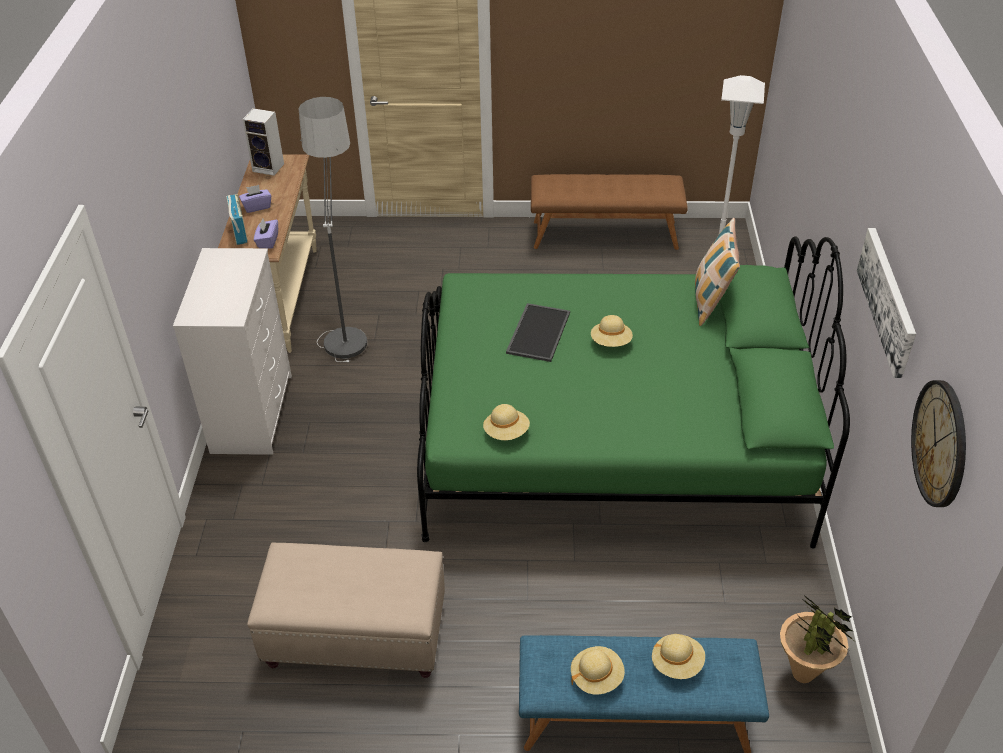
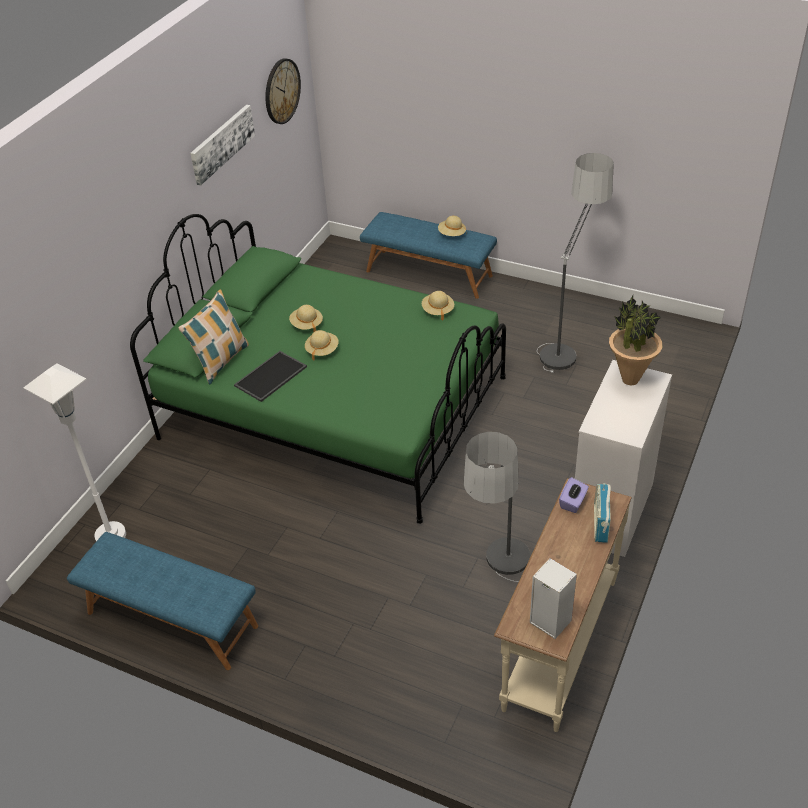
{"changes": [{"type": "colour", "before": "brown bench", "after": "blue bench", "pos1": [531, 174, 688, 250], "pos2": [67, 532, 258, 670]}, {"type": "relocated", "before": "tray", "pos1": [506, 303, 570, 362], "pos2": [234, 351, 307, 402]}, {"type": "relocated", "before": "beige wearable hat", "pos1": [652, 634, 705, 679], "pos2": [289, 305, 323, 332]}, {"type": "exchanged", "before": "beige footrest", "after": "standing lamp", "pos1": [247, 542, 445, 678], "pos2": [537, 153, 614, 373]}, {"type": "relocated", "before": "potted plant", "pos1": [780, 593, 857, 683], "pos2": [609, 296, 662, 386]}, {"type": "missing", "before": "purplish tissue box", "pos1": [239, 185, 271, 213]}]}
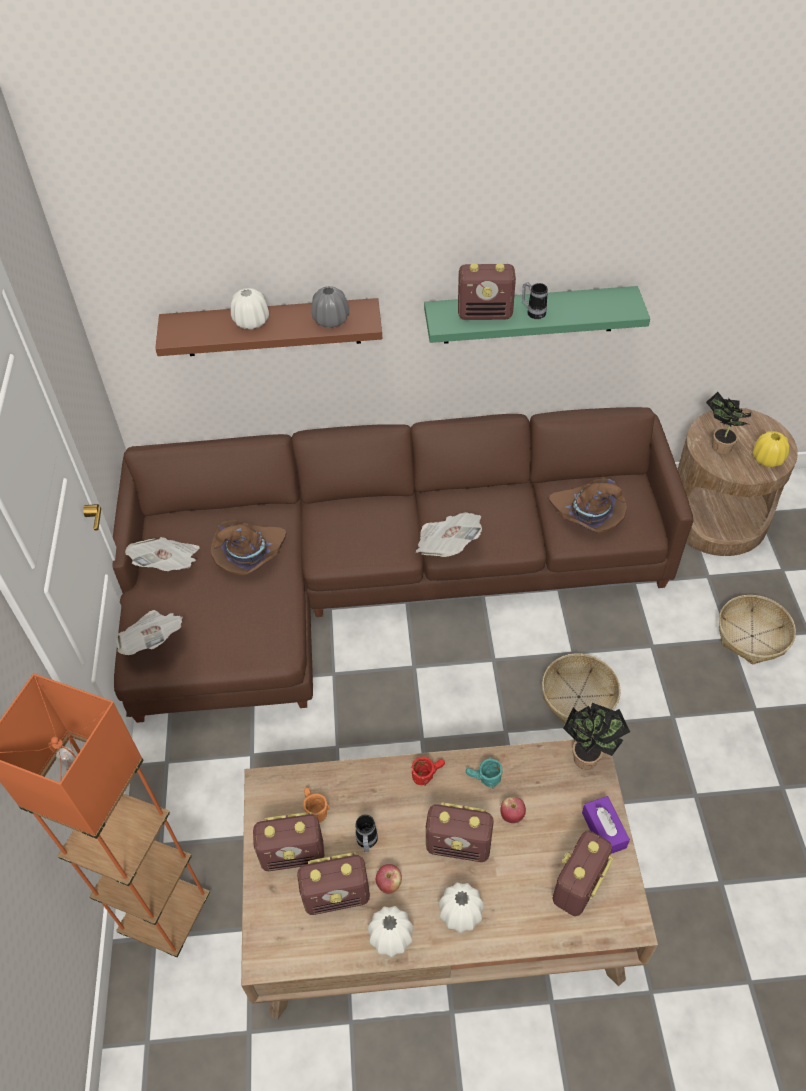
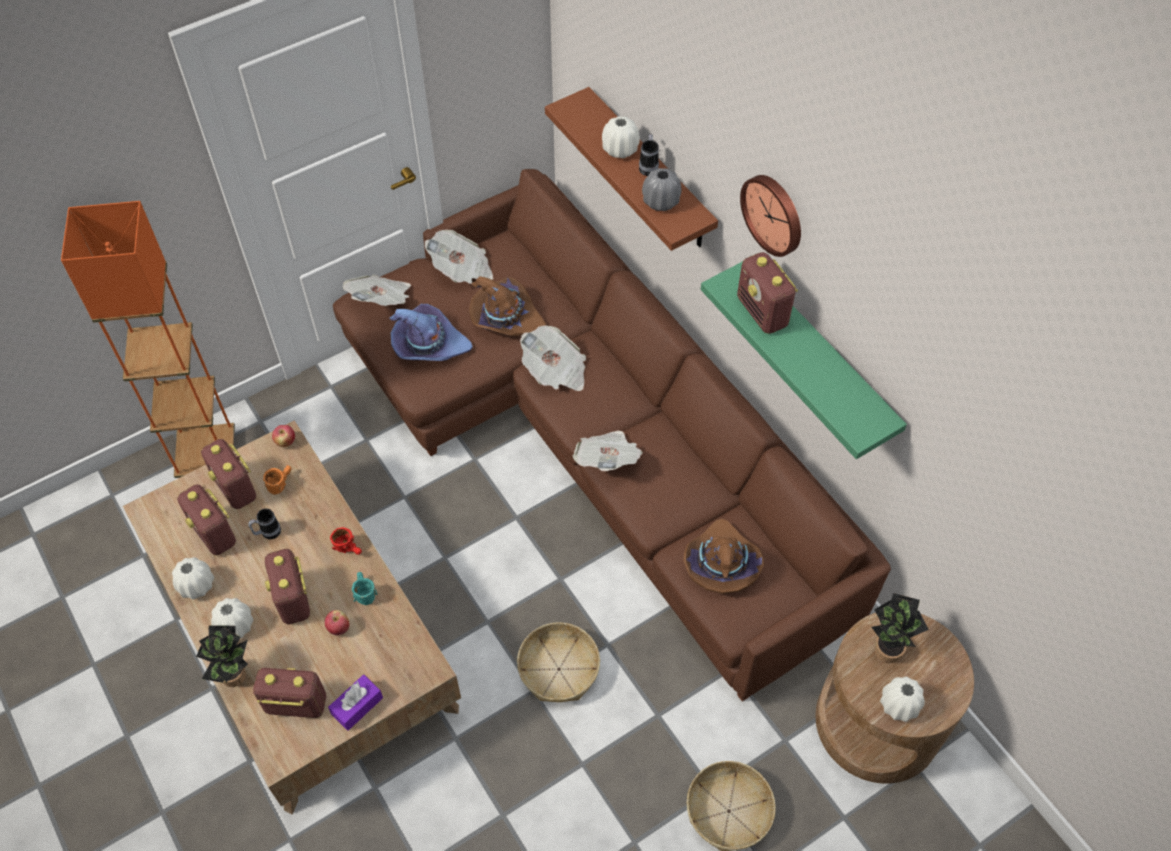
{"changes": [{"type": "relocated", "before": "potted plant", "pos1": [563, 703, 630, 770], "pos2": [196, 625, 248, 687]}, {"type": "relocated", "before": "apple fruit", "pos1": [376, 864, 402, 894], "pos2": [272, 425, 295, 447]}, {"type": "appeared", "after": "purplish wearable hat", "pos2": [389, 304, 473, 361]}, {"type": "appeared", "after": "printed paper", "pos2": [520, 326, 586, 391]}, {"type": "relocated", "before": "coffee mug", "pos1": [522, 282, 548, 319], "pos2": [639, 134, 659, 176]}, {"type": "appeared", "after": "clock on the wall", "pos2": [740, 175, 801, 257]}, {"type": "colour", "before": "yellow vase", "after": "whitish vase", "pos1": [753, 431, 789, 467], "pos2": [880, 676, 925, 722]}]}
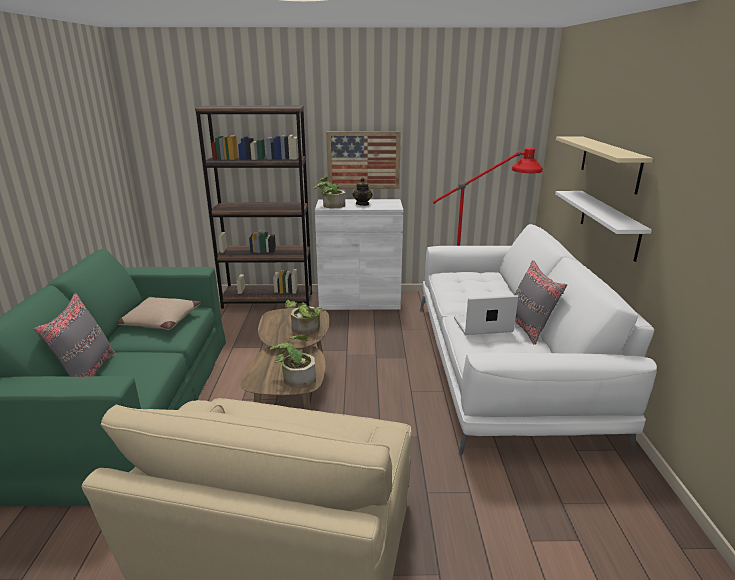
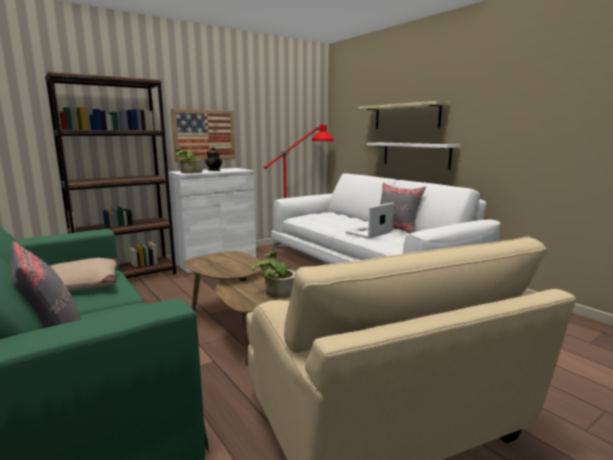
{"changes": [{"type": "missing", "before": "potted plant", "pos1": [285, 300, 325, 335]}]}
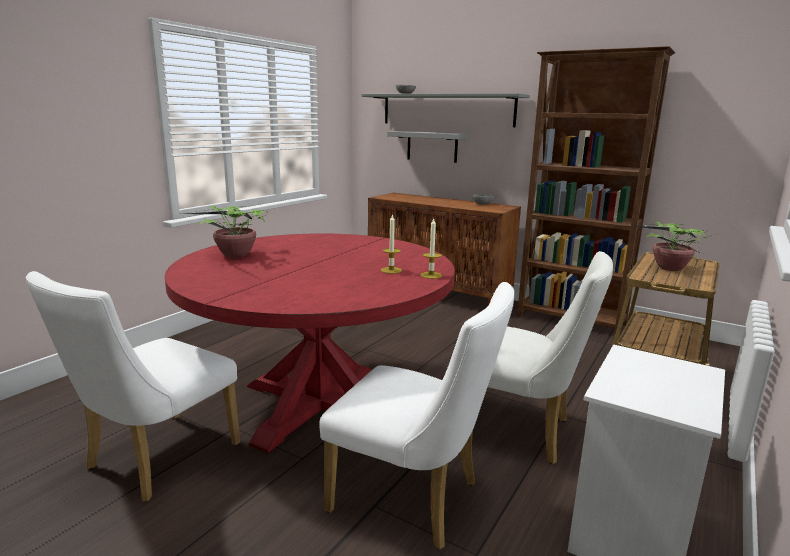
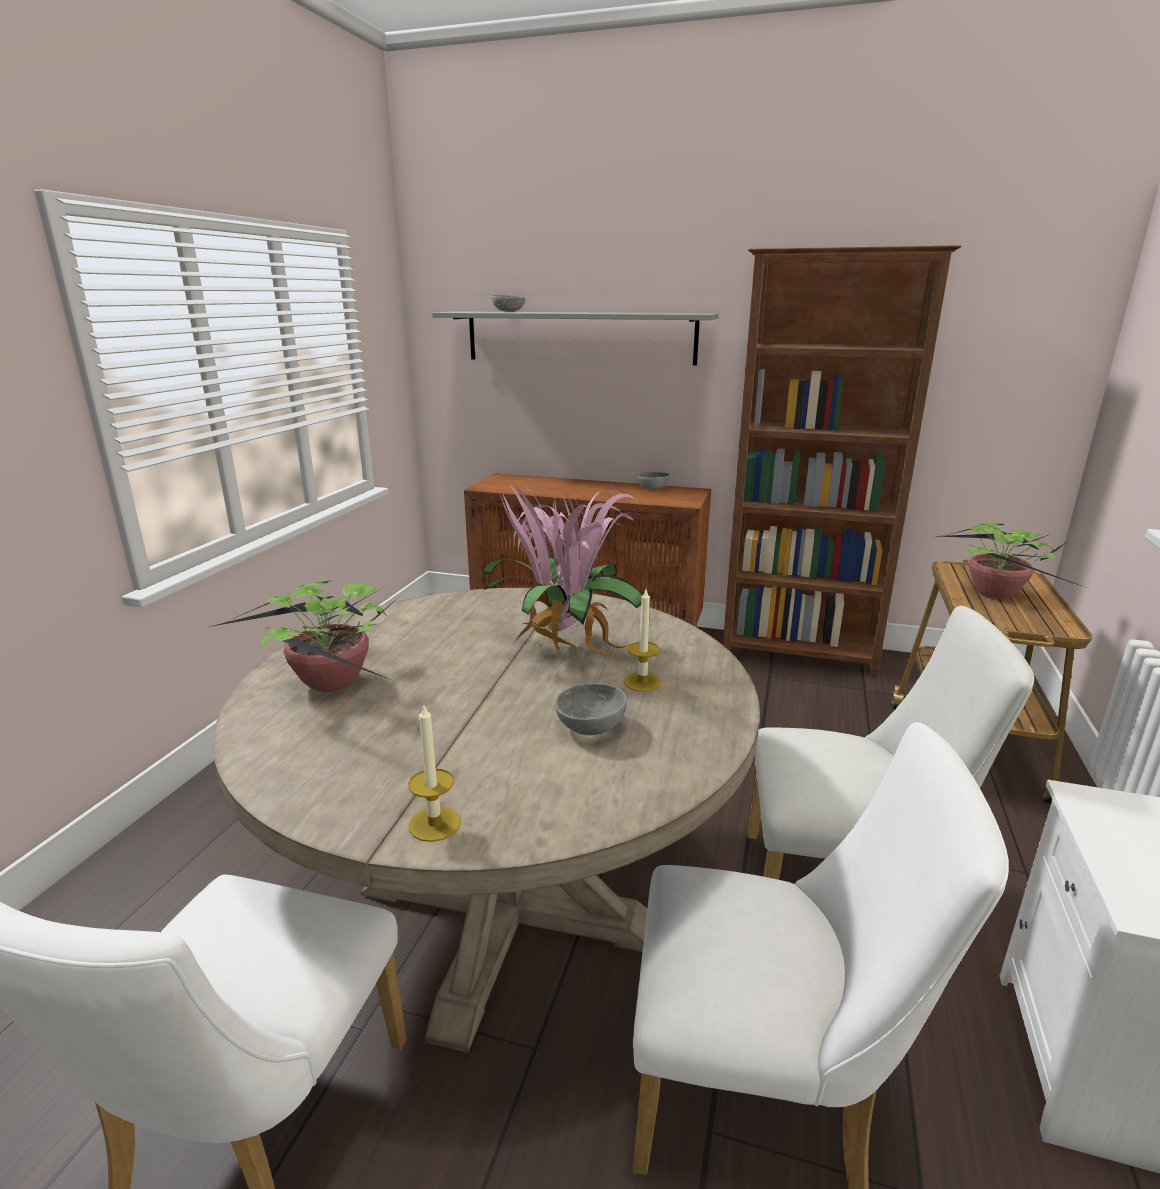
{"changes": [{"type": "colour", "before": "reddish kitchen table", "after": "beige kitchen table", "pos1": [165, 233, 455, 453], "pos2": [213, 588, 760, 1053]}, {"type": "relocated", "before": "wax candle", "pos1": [421, 219, 442, 279], "pos2": [408, 705, 461, 842]}, {"type": "appeared", "after": "potted plant", "pos2": [483, 485, 642, 662]}, {"type": "appeared", "after": "greyish serving bowl", "pos2": [555, 683, 627, 735]}, {"type": "missing", "before": "greyish wall shelf", "pos1": [387, 131, 468, 163]}]}
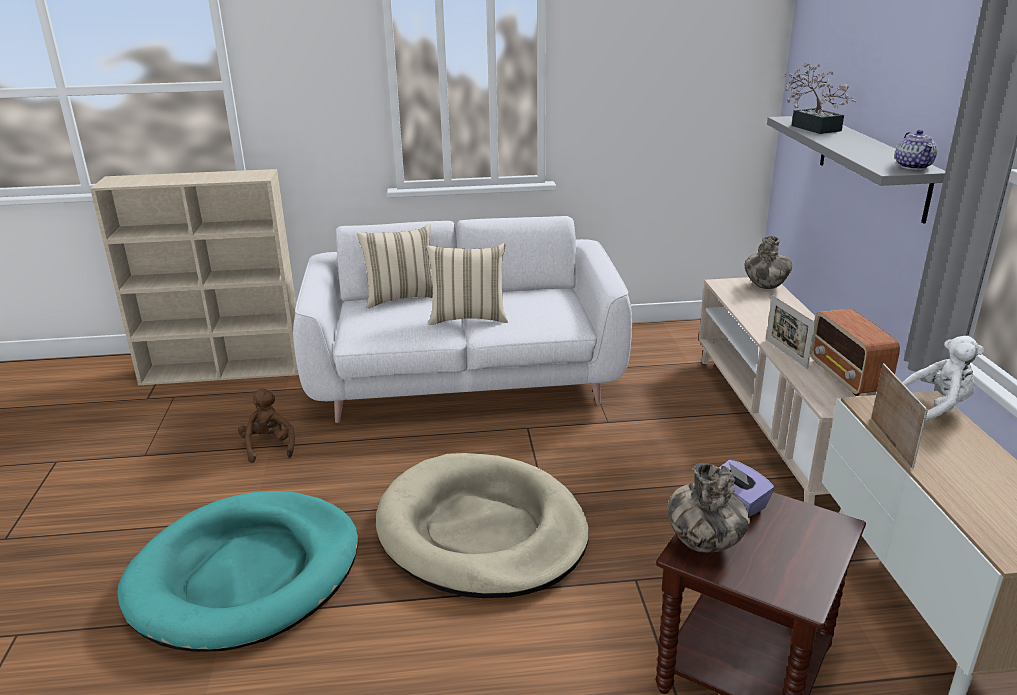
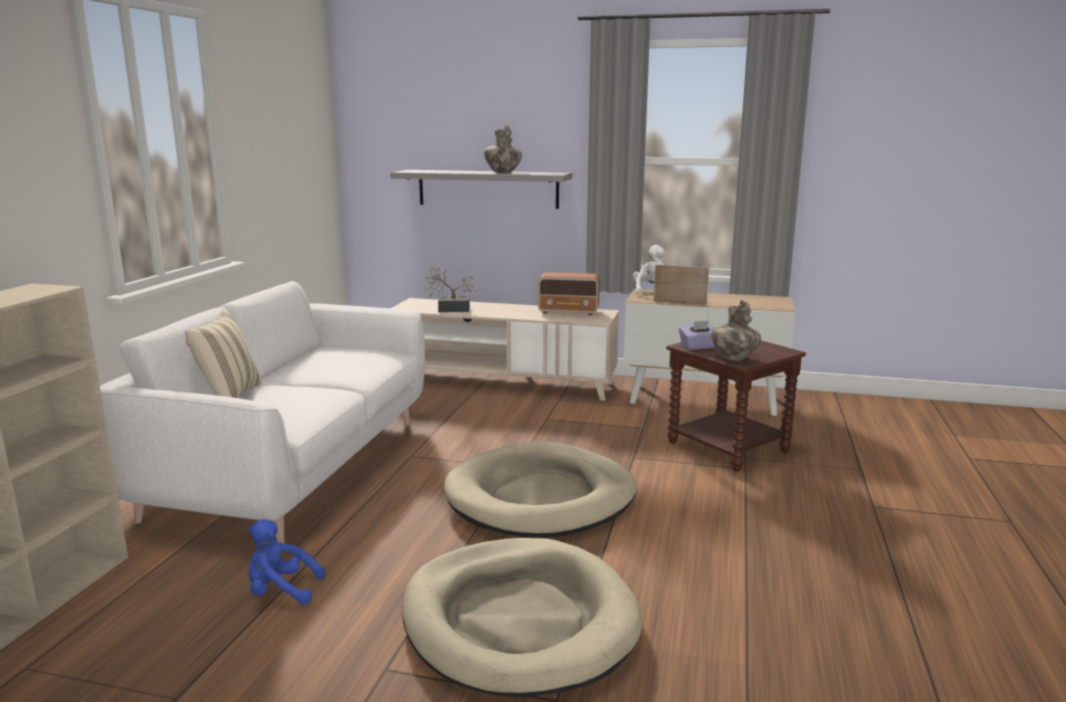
{"changes": [{"type": "colour", "before": "brown cuddly toy", "after": "blue cuddly toy", "pos1": [238, 389, 295, 463], "pos2": [248, 519, 325, 605]}, {"type": "colour", "before": "turquoise-coloured dog bed", "after": "beige dog bed", "pos1": [117, 491, 358, 652], "pos2": [402, 538, 643, 698]}, {"type": "relocated", "before": "potted plant", "pos1": [784, 63, 856, 134], "pos2": [424, 266, 478, 312]}, {"type": "relocated", "before": "vase", "pos1": [744, 236, 792, 289], "pos2": [484, 125, 522, 173]}, {"type": "missing", "before": "beige throw pillow", "pos1": [426, 243, 508, 325]}, {"type": "missing", "before": "picture frame", "pos1": [766, 295, 816, 369]}, {"type": "missing", "before": "pot for tea", "pos1": [895, 130, 937, 170]}]}
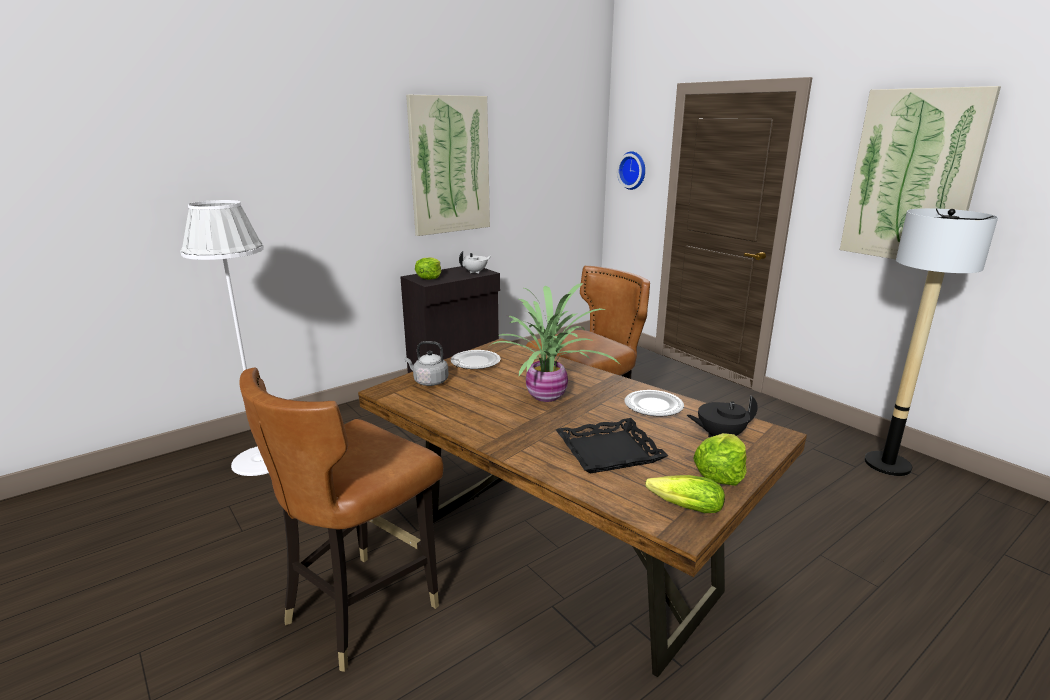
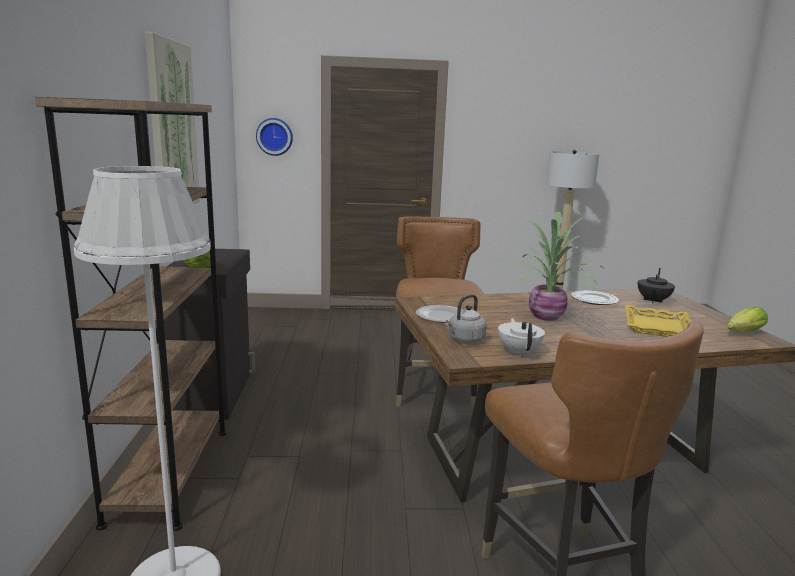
{"changes": [{"type": "appeared", "after": "brown bookcase", "pos2": [35, 97, 227, 531]}, {"type": "relocated", "before": "whitish pot for tea", "pos1": [459, 251, 491, 274], "pos2": [498, 318, 545, 357]}, {"type": "colour", "before": "black-coloured tray", "after": "yellow tray", "pos1": [555, 418, 668, 474], "pos2": [625, 305, 692, 337]}, {"type": "missing", "before": "head of lettuce", "pos1": [693, 433, 747, 486]}, {"type": "missing", "before": "wall art", "pos1": [840, 86, 1001, 259]}]}
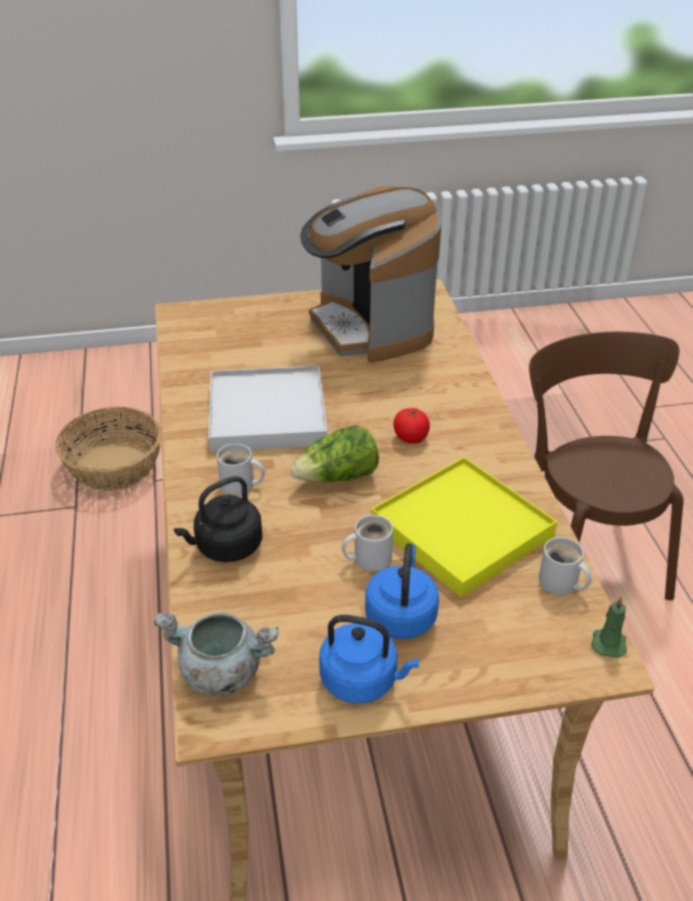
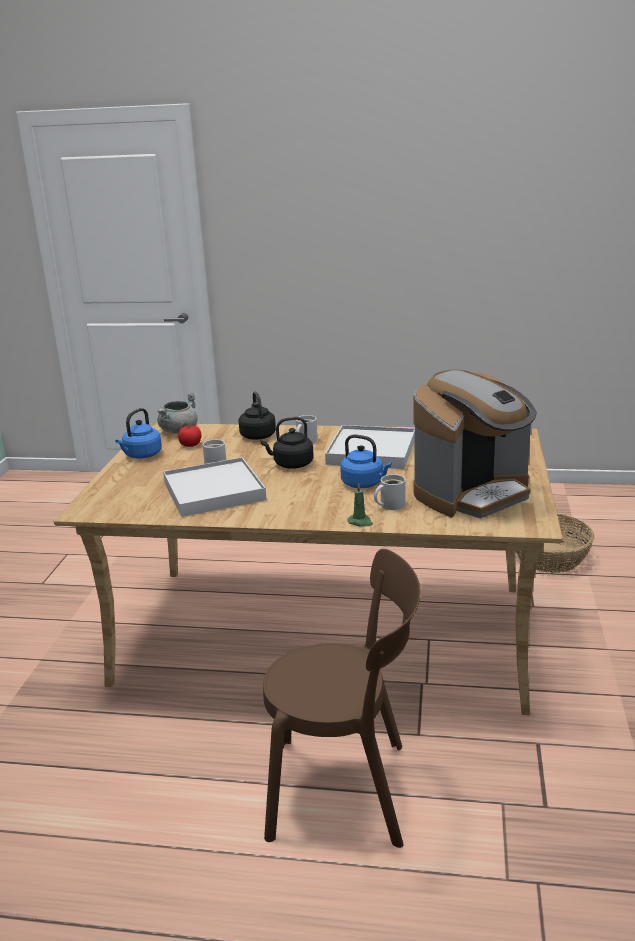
{"changes": [{"type": "colour", "before": "yellow tray", "after": "whitish tray", "pos1": [371, 457, 557, 597], "pos2": [163, 457, 267, 517]}, {"type": "relocated", "before": "fresh tomato", "pos1": [393, 408, 430, 444], "pos2": [178, 425, 201, 447]}, {"type": "exchanged", "before": "head of lettuce", "after": "black-coloured tea kettle", "pos1": [290, 425, 379, 482], "pos2": [261, 417, 314, 469]}, {"type": "relocated", "before": "blue tea kettle", "pos1": [365, 543, 439, 639], "pos2": [340, 434, 392, 488]}, {"type": "relocated", "before": "green wax candle", "pos1": [591, 597, 627, 658], "pos2": [347, 483, 373, 526]}, {"type": "relocated", "before": "whitish coffee mug", "pos1": [539, 537, 592, 595], "pos2": [374, 474, 406, 510]}, {"type": "spun", "before": "coffee machine", "pos1": [300, 186, 441, 363], "pos2": [413, 369, 537, 518], "turn": 150}]}
